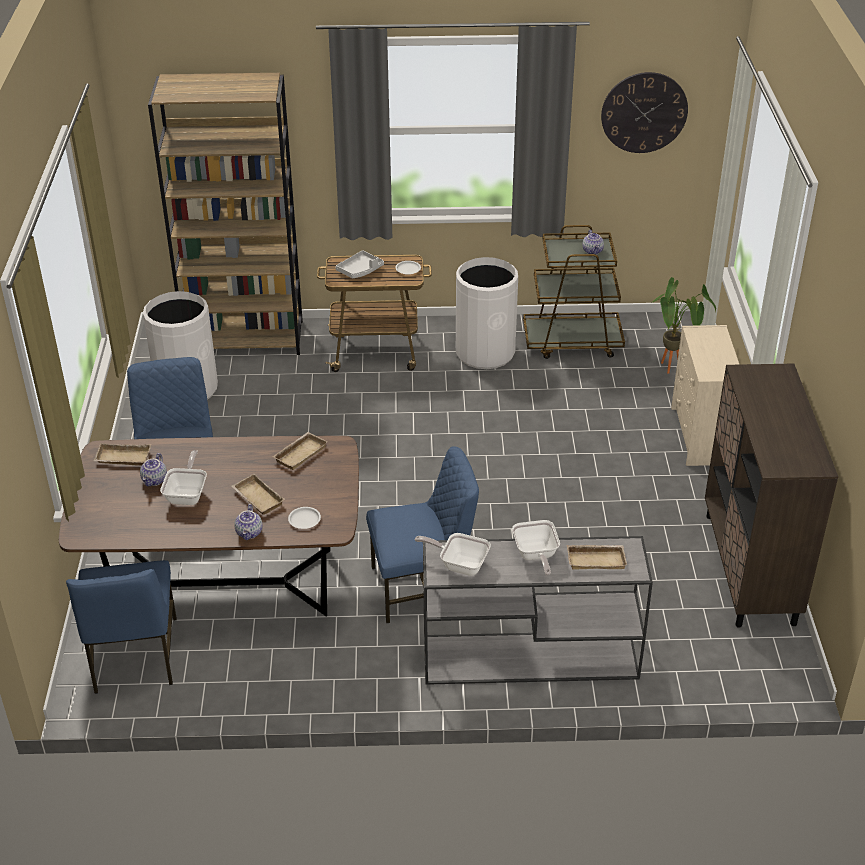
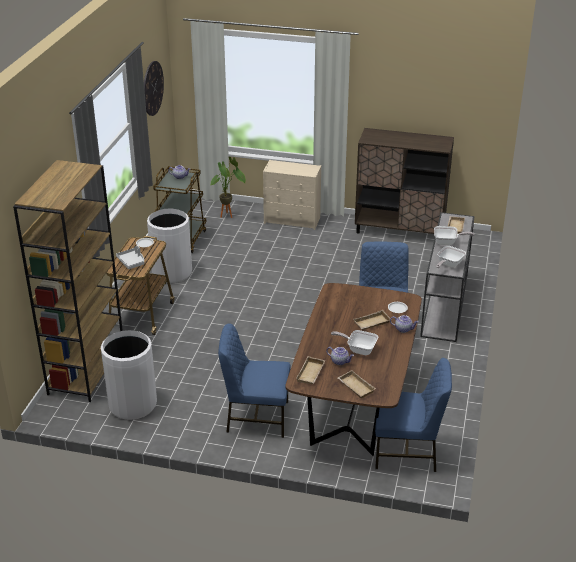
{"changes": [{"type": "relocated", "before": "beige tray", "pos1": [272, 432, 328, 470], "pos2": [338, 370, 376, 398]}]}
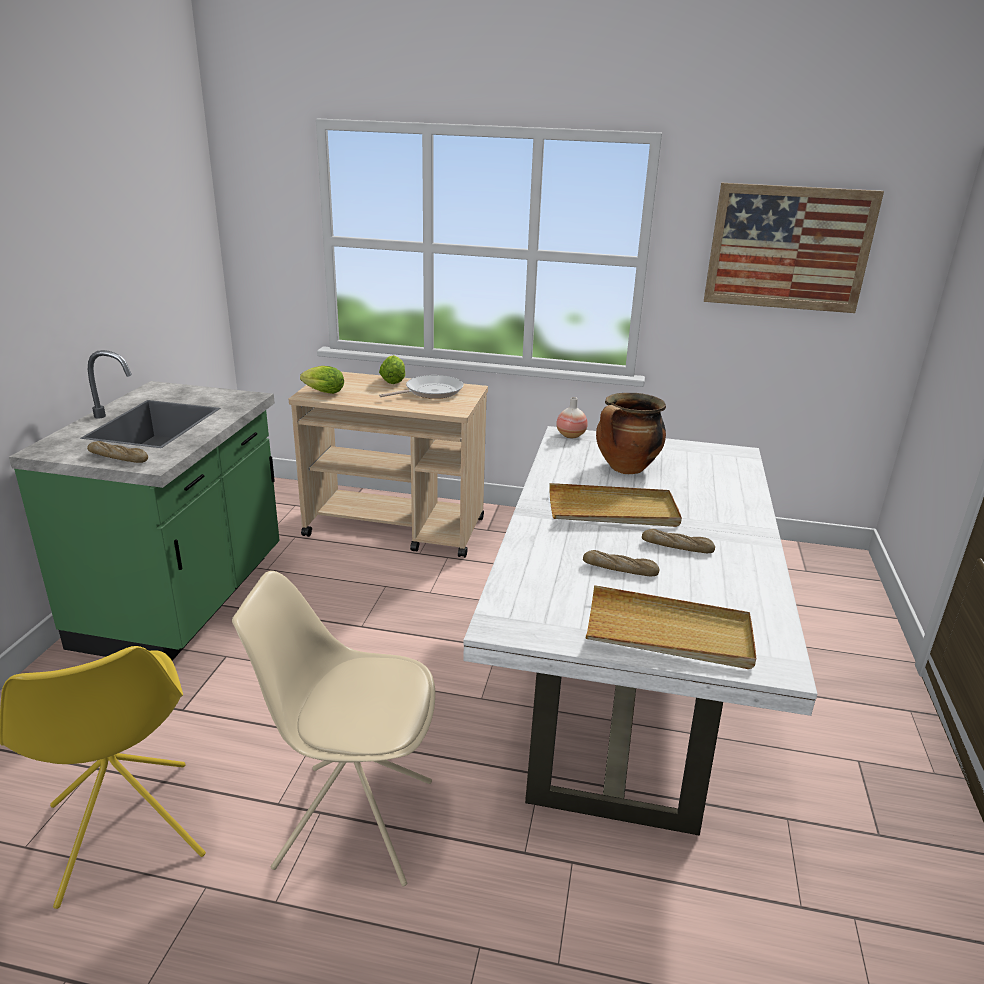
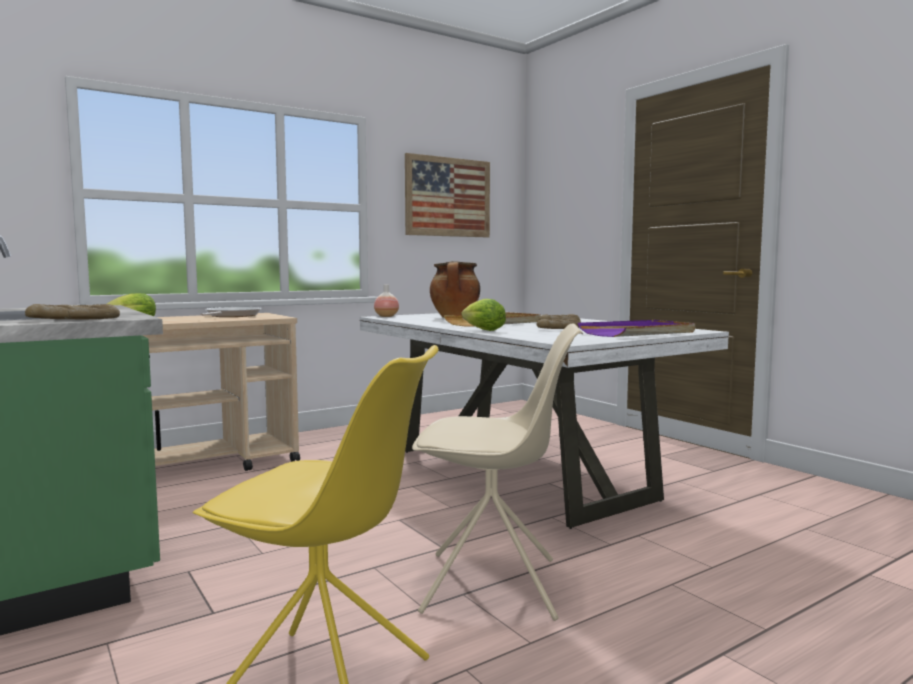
{"changes": [{"type": "spun", "before": "beige plain chair", "pos1": [232, 571, 435, 886], "pos2": [412, 323, 583, 621], "turn": -135}, {"type": "relocated", "before": "head of lettuce", "pos1": [379, 355, 405, 384], "pos2": [462, 299, 506, 331]}, {"type": "colour", "before": "beige tray", "after": "purplish tray", "pos1": [586, 585, 756, 669], "pos2": [578, 320, 695, 337]}]}
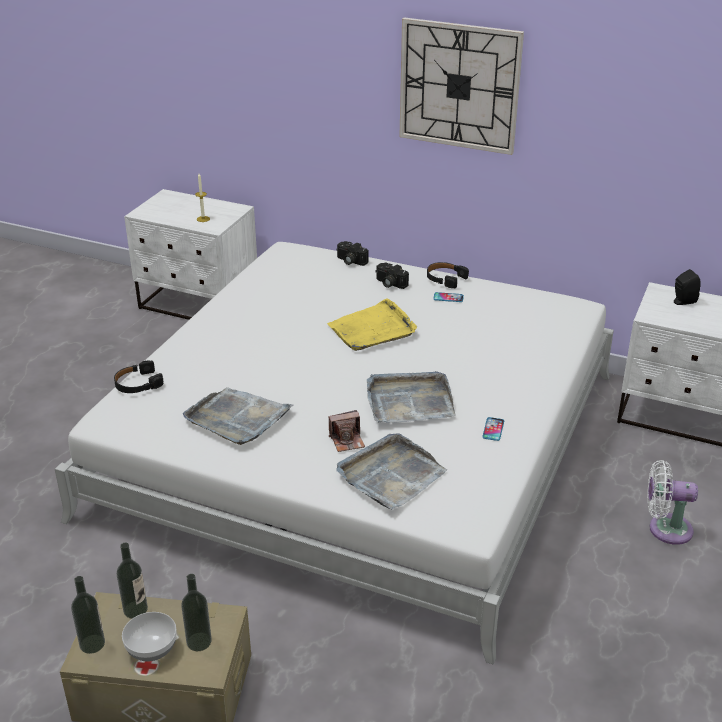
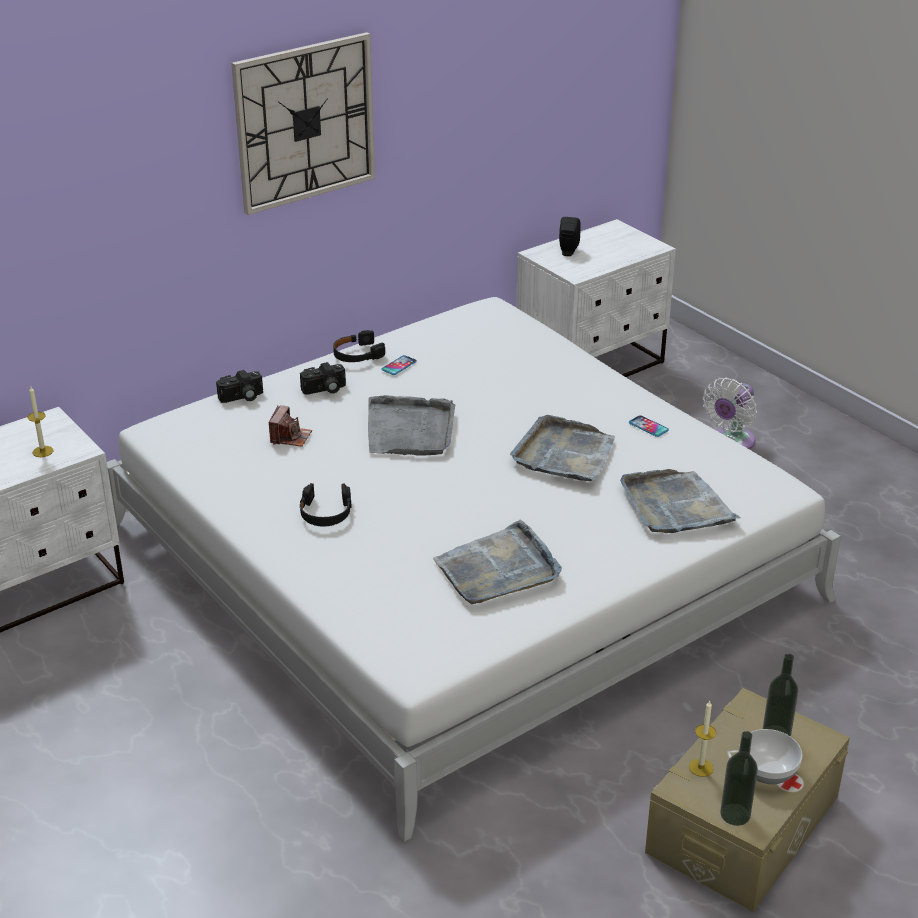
{"changes": [{"type": "relocated", "before": "still camera", "pos1": [329, 410, 365, 452], "pos2": [269, 405, 312, 447]}, {"type": "relocated", "before": "black-coloured headset", "pos1": [114, 360, 163, 393], "pos2": [299, 483, 352, 527]}, {"type": "colour", "before": "yellow tray", "after": "greyish tray", "pos1": [327, 298, 417, 351], "pos2": [368, 395, 455, 456]}, {"type": "exchanged", "before": "beverage bottle", "after": "wax candle", "pos1": [117, 543, 148, 619], "pos2": [689, 700, 716, 777]}]}
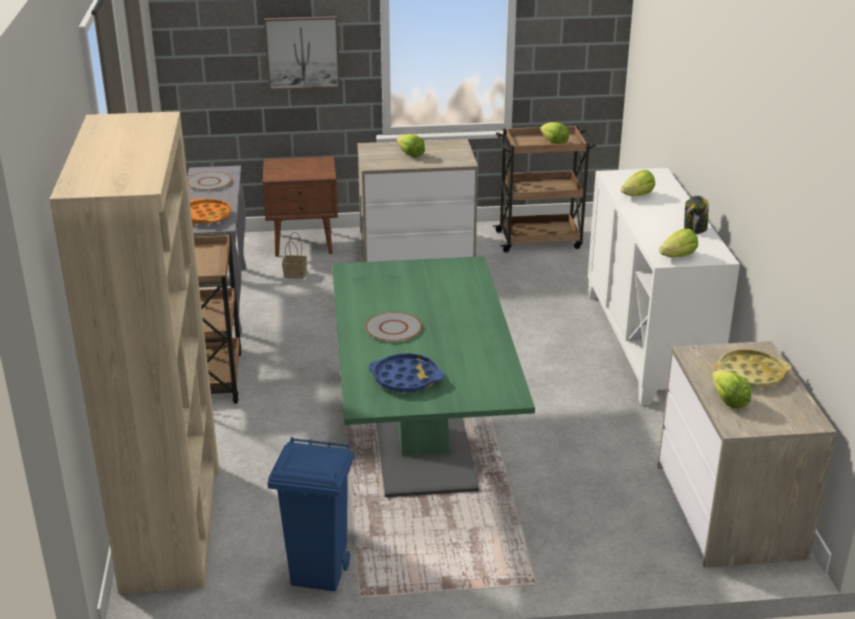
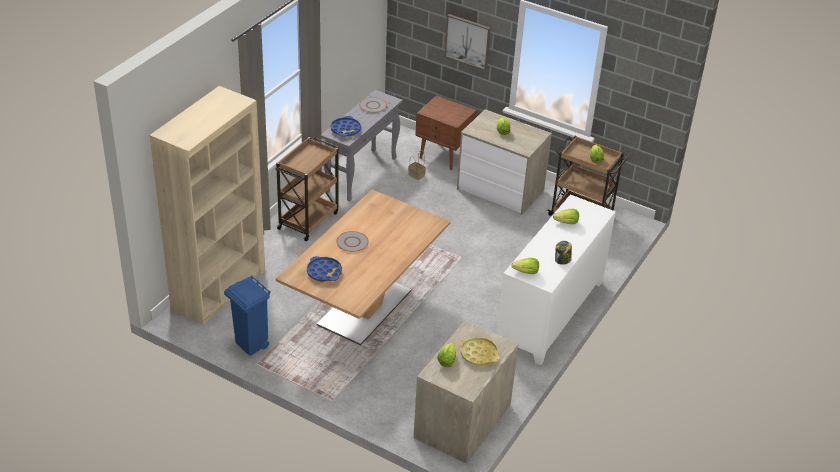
{"changes": [{"type": "colour", "before": "green kitchen table", "after": "brown kitchen table", "pos1": [332, 256, 535, 497], "pos2": [276, 190, 451, 346]}, {"type": "colour", "before": "orange tray", "after": "blue tray", "pos1": [190, 198, 231, 224], "pos2": [331, 116, 361, 137]}]}
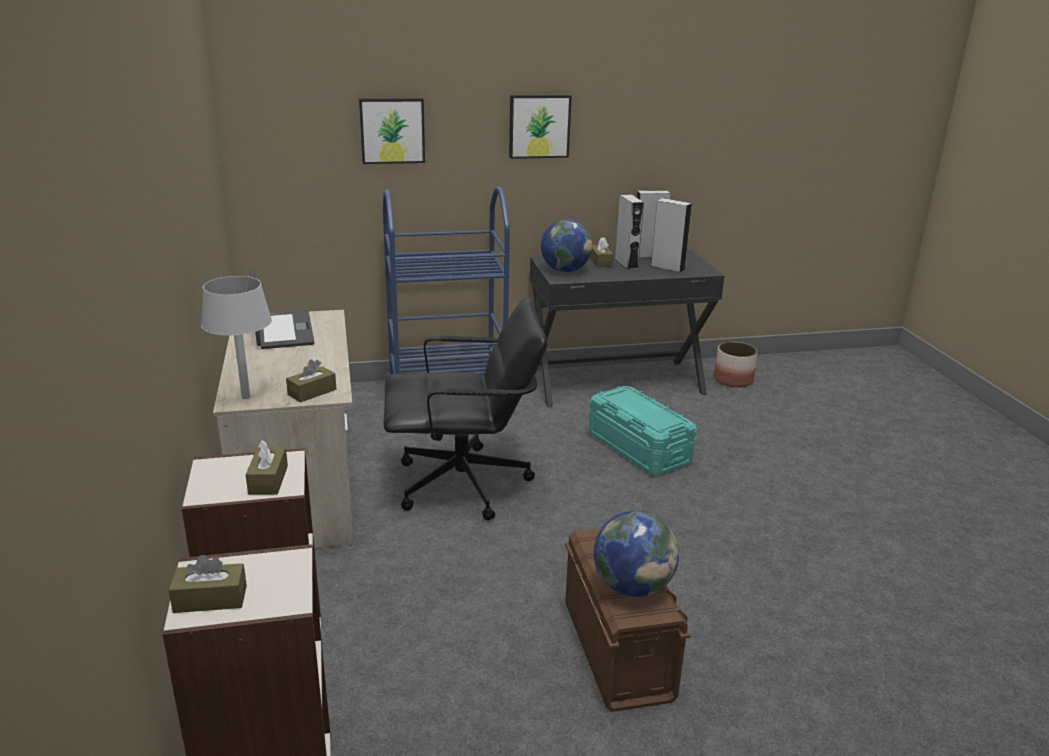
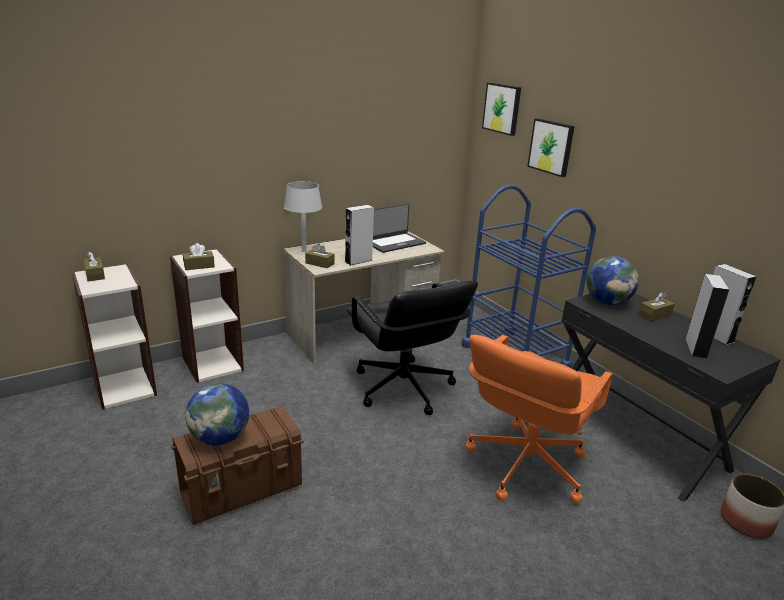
{"changes": [{"type": "relocated", "before": "greyish speaker", "pos1": [615, 194, 644, 269], "pos2": [345, 205, 374, 266]}, {"type": "exchanged", "before": "turquoise-coloured storage bin", "after": "orange office chair", "pos1": [589, 386, 696, 476], "pos2": [466, 335, 613, 504]}, {"type": "relocated", "before": "wall art", "pos1": [509, 95, 572, 159], "pos2": [482, 83, 521, 136]}]}
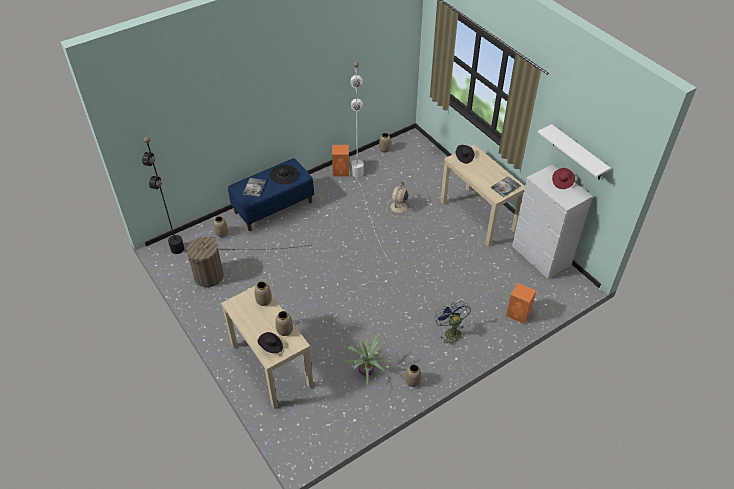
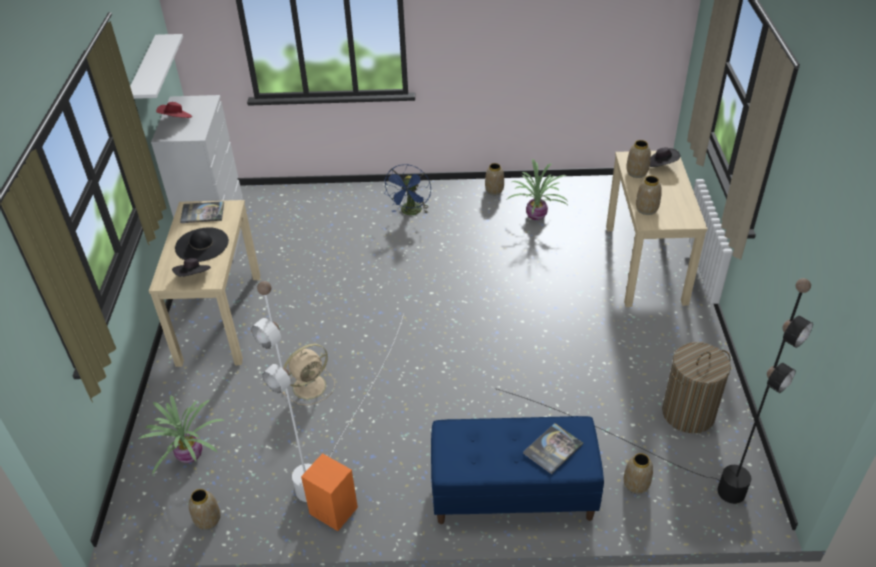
{"changes": [{"type": "appeared", "after": "potted plant", "pos2": [138, 395, 224, 475]}, {"type": "relocated", "before": "black-coloured wearable hat", "pos1": [269, 165, 299, 184], "pos2": [175, 227, 229, 262]}, {"type": "missing", "before": "orange speaker", "pos1": [506, 283, 536, 324]}]}
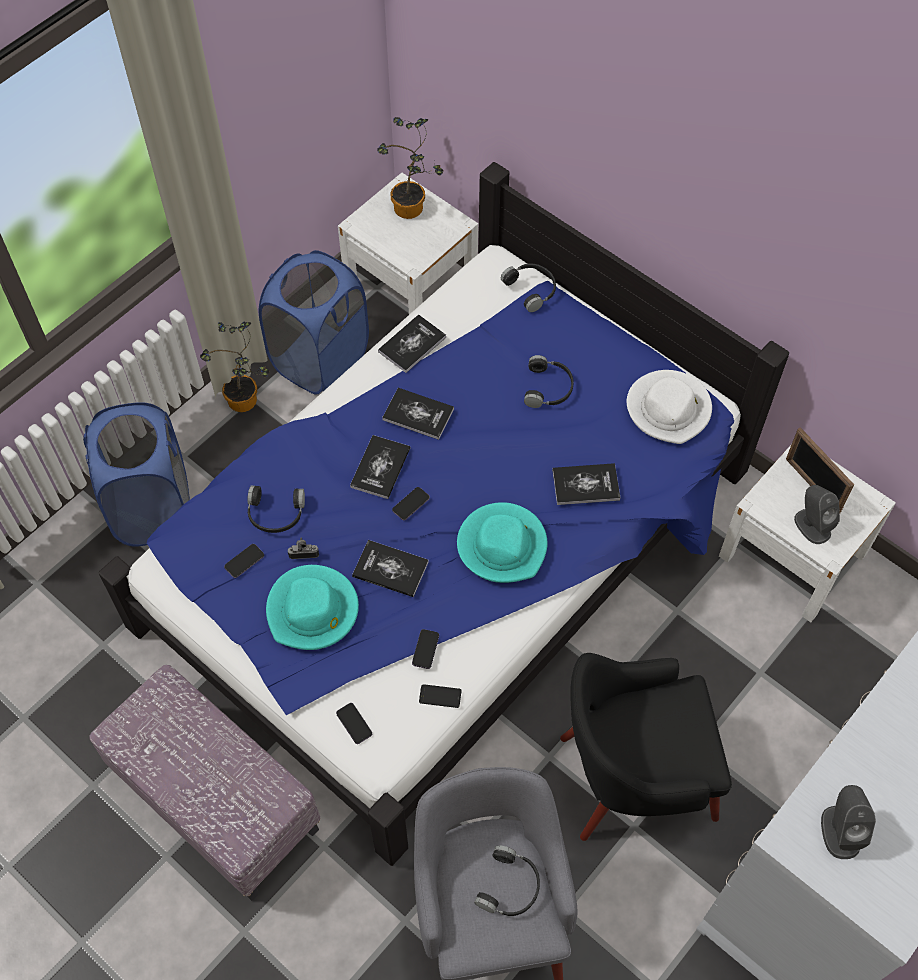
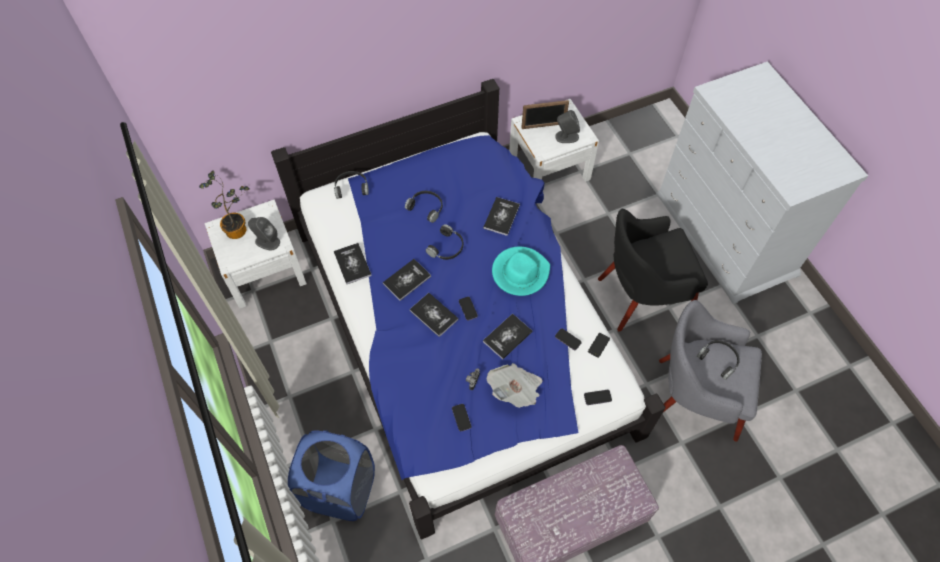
{"changes": [{"type": "relocated", "before": "greyish speaker", "pos1": [821, 785, 876, 859], "pos2": [248, 217, 280, 250]}, {"type": "relocated", "before": "black-coloured headset", "pos1": [247, 485, 305, 533], "pos2": [426, 224, 463, 260]}, {"type": "exchanged", "before": "turquoise-coloured wearable hat", "after": "printed paper", "pos1": [266, 565, 359, 650], "pos2": [487, 363, 542, 408]}, {"type": "spun", "before": "black-coloured armchair", "pos1": [560, 653, 732, 841], "pos2": [598, 209, 708, 332], "turn": 60}, {"type": "missing", "before": "potted plant", "pos1": [200, 321, 270, 412]}, {"type": "missing", "before": "blue hamper", "pos1": [258, 250, 369, 395]}, {"type": "missing", "before": "whitish wearable hat", "pos1": [627, 370, 712, 444]}]}
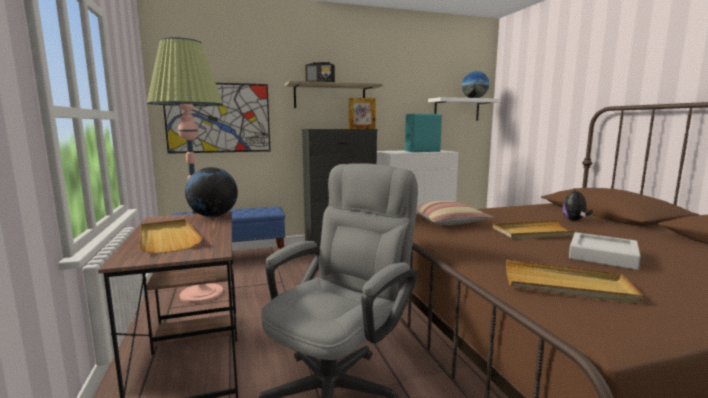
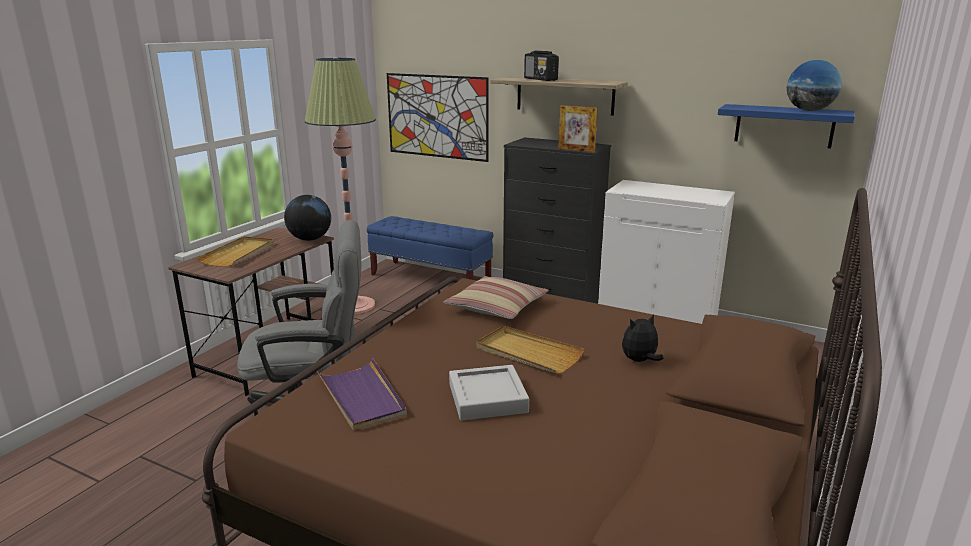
{"changes": [{"type": "colour", "before": "beige tray", "after": "purplish tray", "pos1": [506, 260, 643, 304], "pos2": [317, 357, 407, 430]}, {"type": "colour", "before": "whitish wall shelf", "after": "blue wall shelf", "pos1": [428, 97, 501, 120], "pos2": [718, 104, 855, 149]}, {"type": "missing", "before": "turquoise-coloured speaker", "pos1": [405, 114, 442, 152]}]}
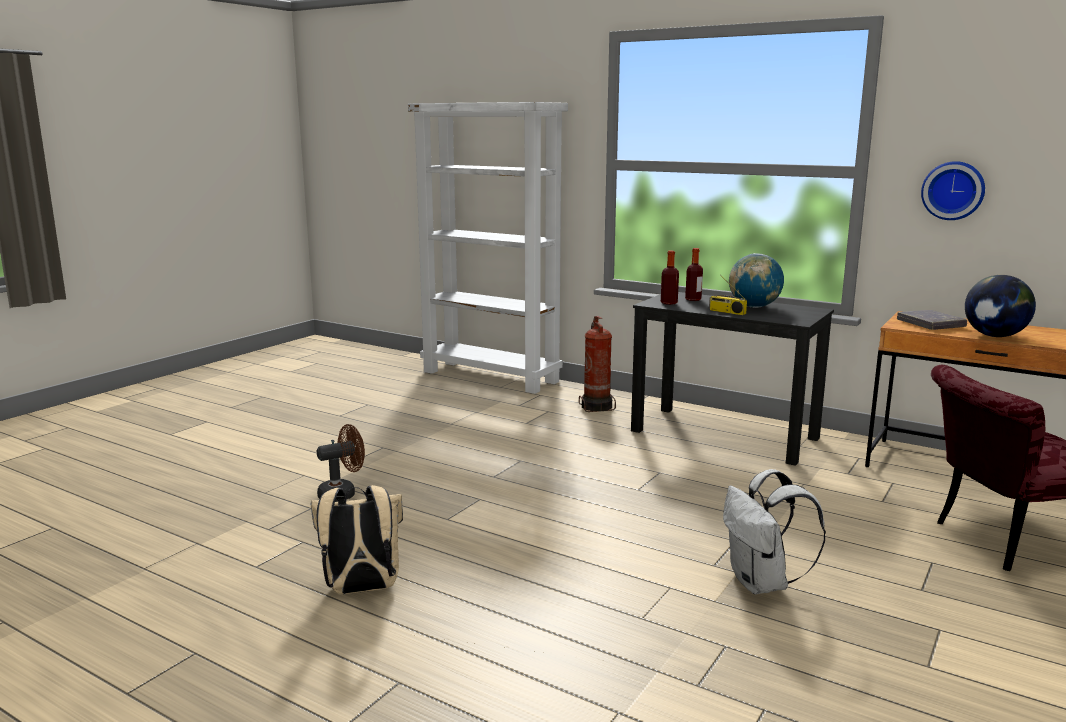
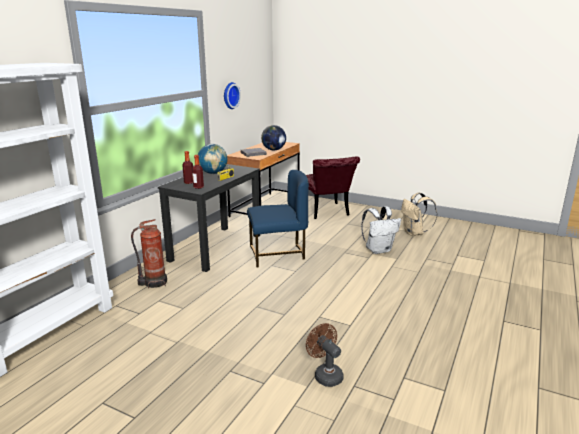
{"changes": [{"type": "appeared", "after": "blue plain chair", "pos2": [247, 170, 309, 267]}, {"type": "relocated", "before": "beige knapsack", "pos1": [311, 485, 403, 594], "pos2": [401, 193, 437, 236]}]}
